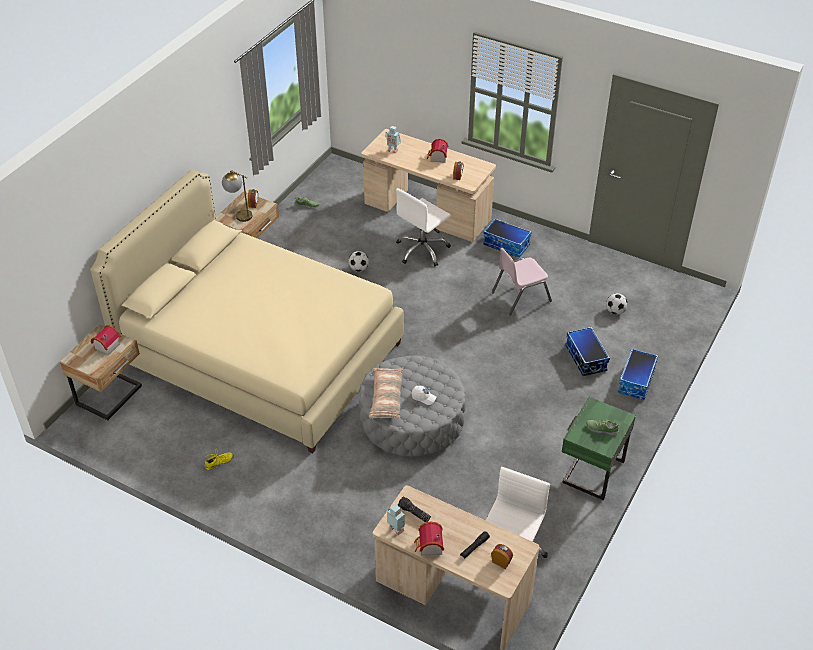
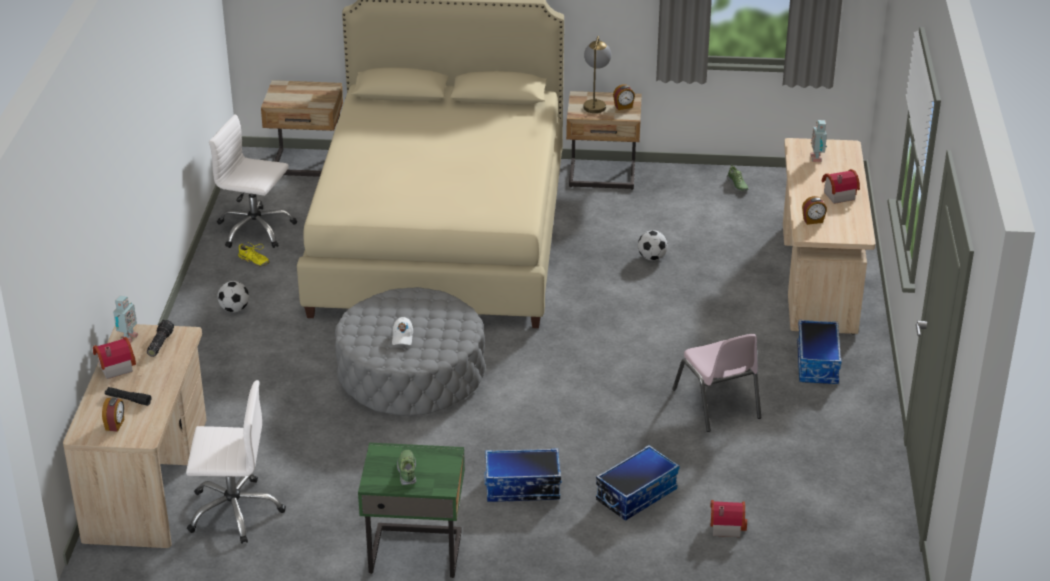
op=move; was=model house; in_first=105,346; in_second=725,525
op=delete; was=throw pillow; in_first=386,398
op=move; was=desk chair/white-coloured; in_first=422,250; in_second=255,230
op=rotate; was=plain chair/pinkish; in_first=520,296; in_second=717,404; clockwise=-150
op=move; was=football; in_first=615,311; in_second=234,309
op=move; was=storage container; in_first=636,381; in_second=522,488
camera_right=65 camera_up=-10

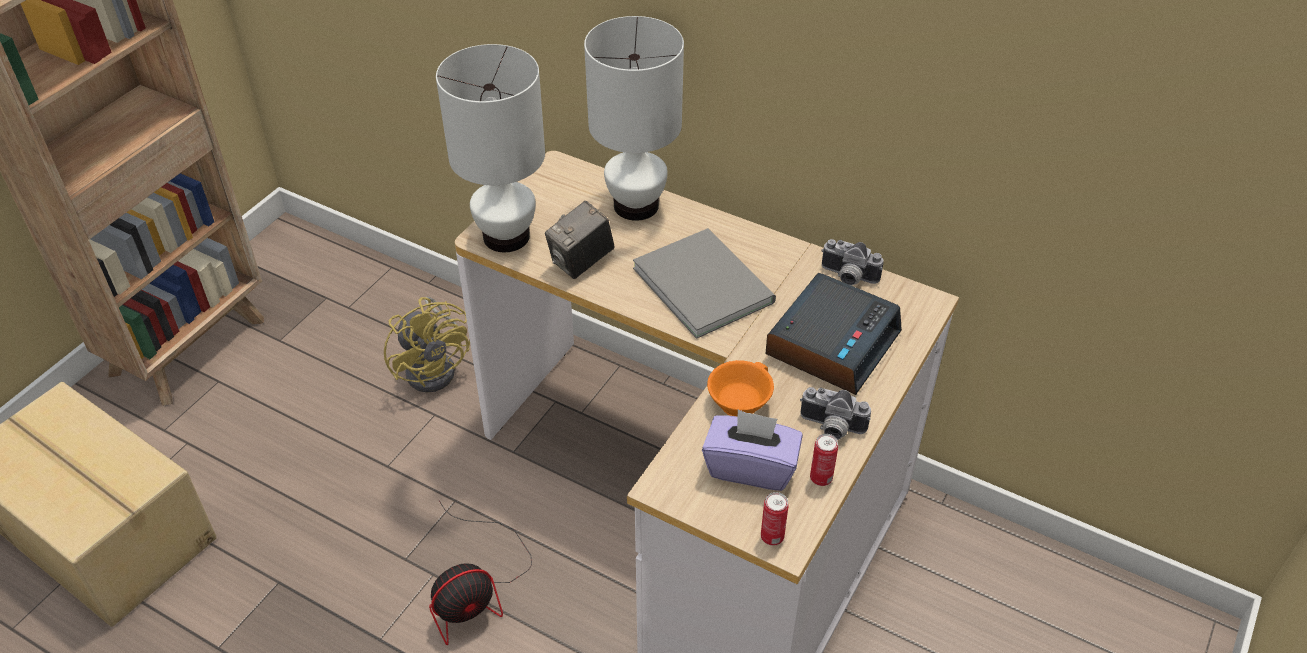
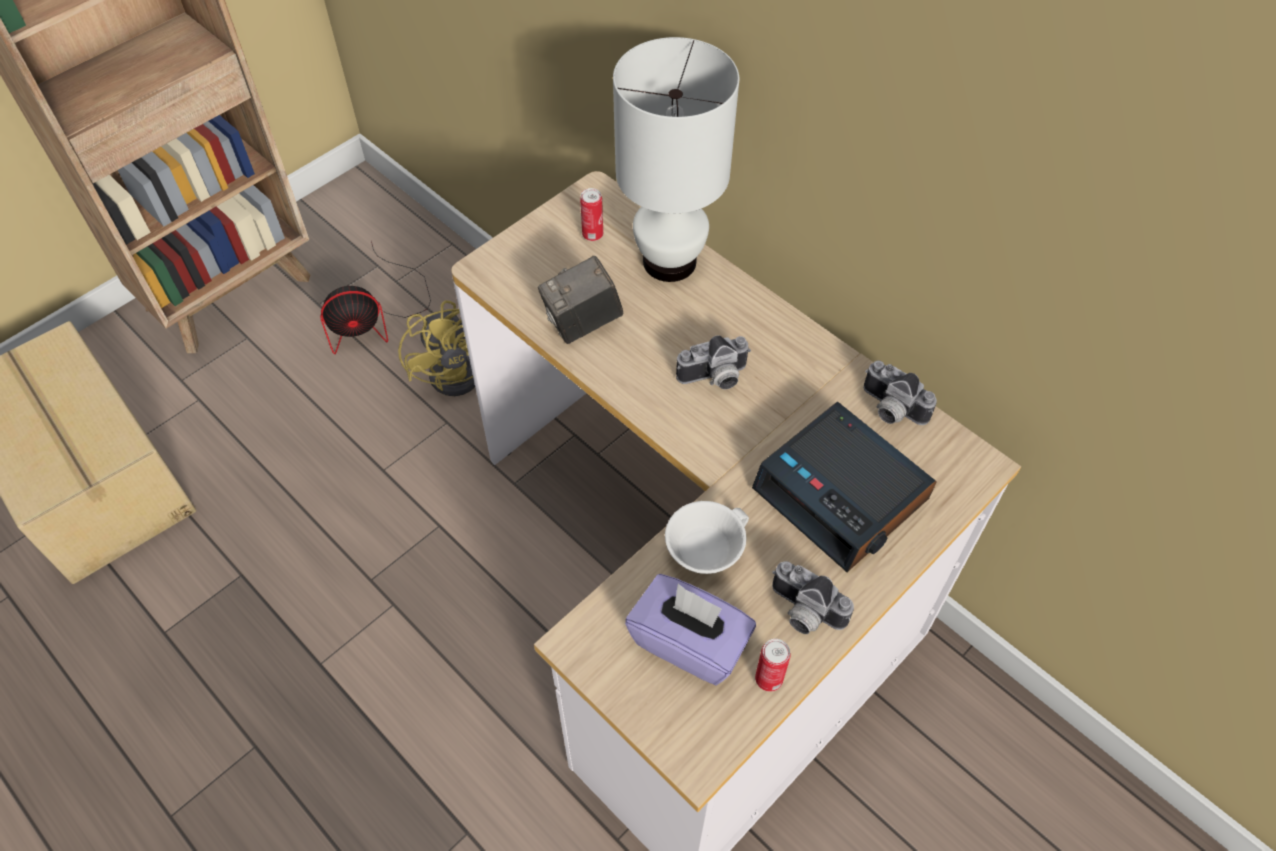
op=move; was=cooling fan; in_first=476,589; in_second=375,317
op=delete; was=lamp for a table/white-coloured; in_first=506,237
op=replace; was=volume/gray; now=photo camera; in_first=703,282; in_second=715,379
op=recolor; was=cup/orange; now=cup/white-coloured; in_first=738,400; in_second=704,548
op=move; was=metal can; in_first=772,537; in_second=592,235
op=rotate; was=table clock; in_first=832,342; in_second=842,495; clockwise=90
camera_right=15 camera_up=10

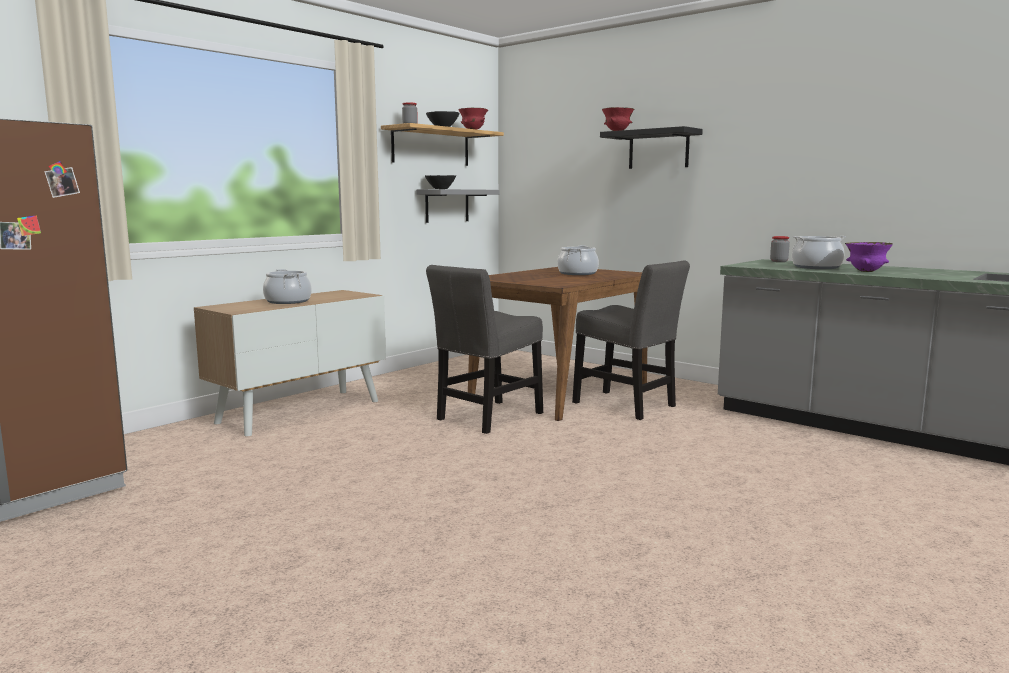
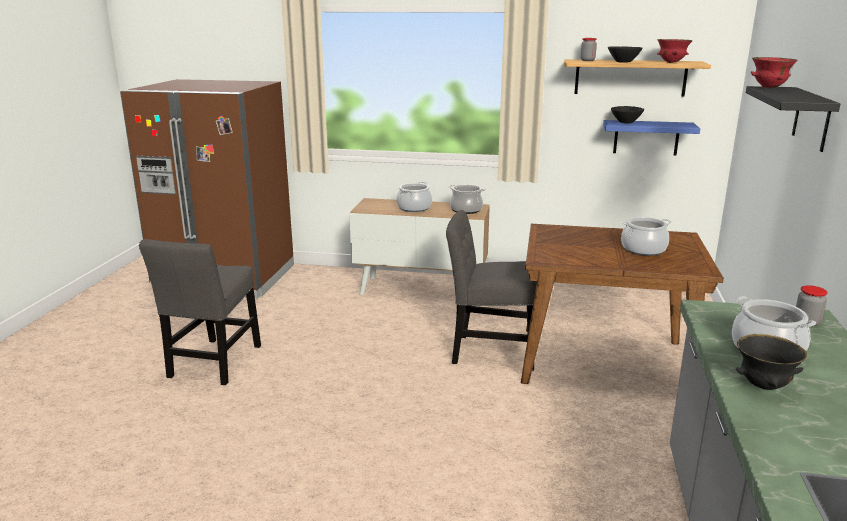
op=recolor; was=bracket shelf/gray; now=bracket shelf/blue; in_first=447,205; in_second=646,137
op=move; was=plain chair/gray; in_first=627,406; in_second=214,364
op=recolor; was=bowl/purplish; now=bowl/black-coloured; in_first=866,272; in_second=764,386
op=insert; now=saucepot; in_second=466,210
camera_right=60 camera_up=10

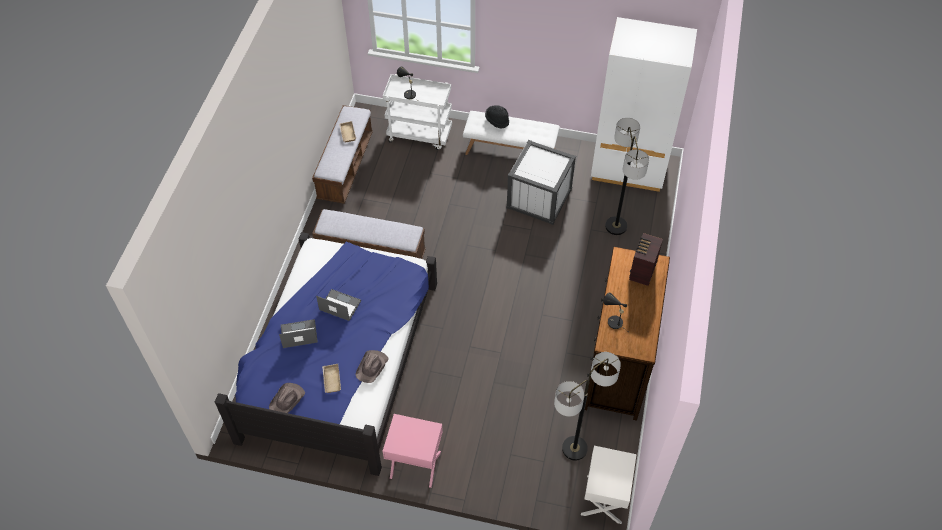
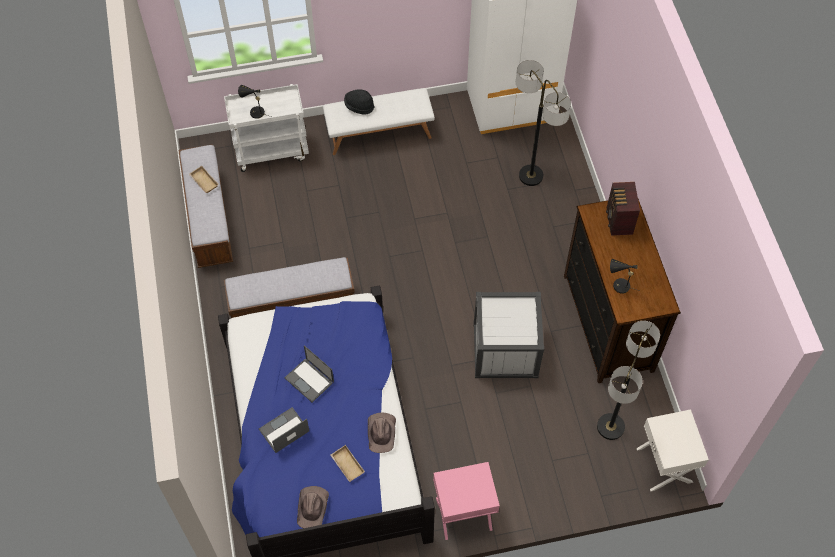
op=rotate; was=portable computer; in_first=339,305; in_second=310,380; clockwise=-135
op=move; was=storage container/white-coloured; in_first=539,198; in_second=505,349
camera_right=-25 camera_up=5

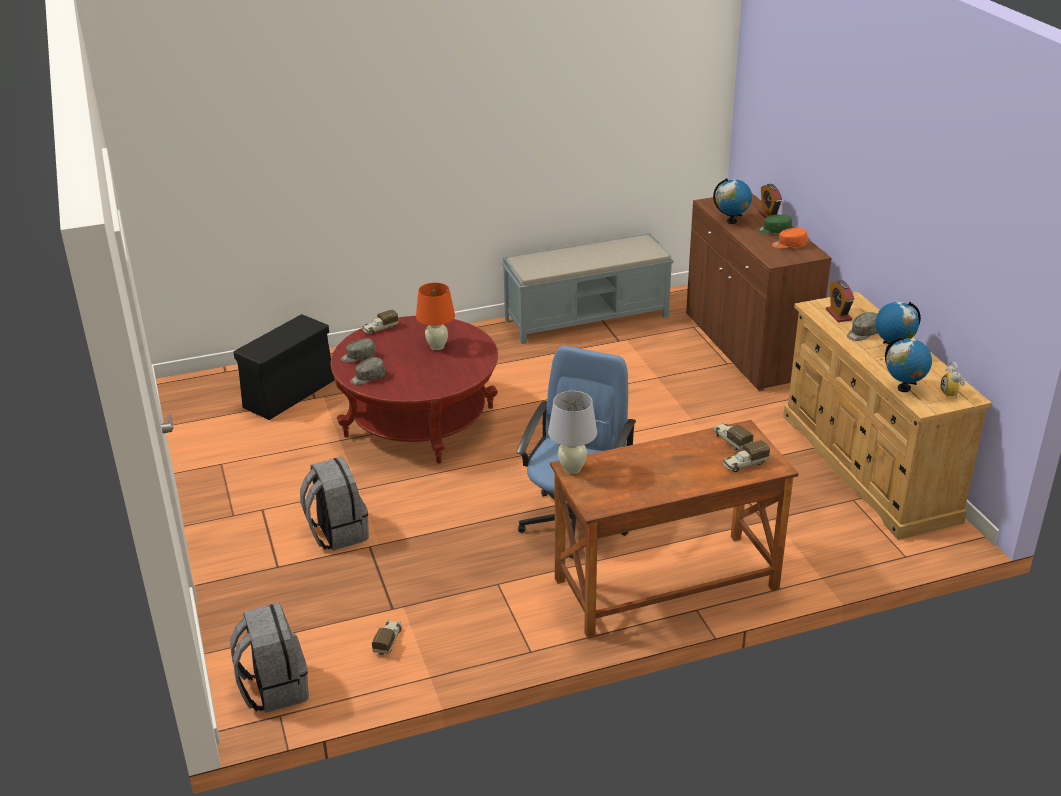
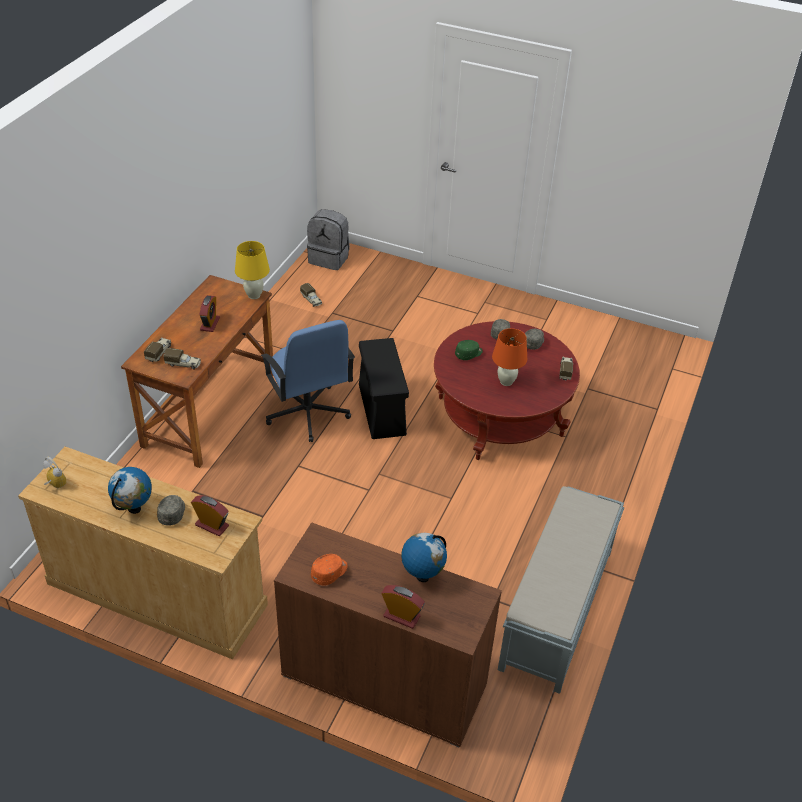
op=move; was=storage container/black-coloured; in_first=290,393; in_second=382,410
op=delete; was=backpack/gray; in_first=337,532
op=recolor; was=lamp for a table/white-coloured; now=lamp for a table/yellow; in_first=572,468; in_second=254,295
op=move; was=cap/greenish; in_first=774,231; in_second=469,354
op=delete; was=desk globe; in_first=903,388
op=insert; now=table clock; in_second=210,324
camera_right=130 camera_up=10

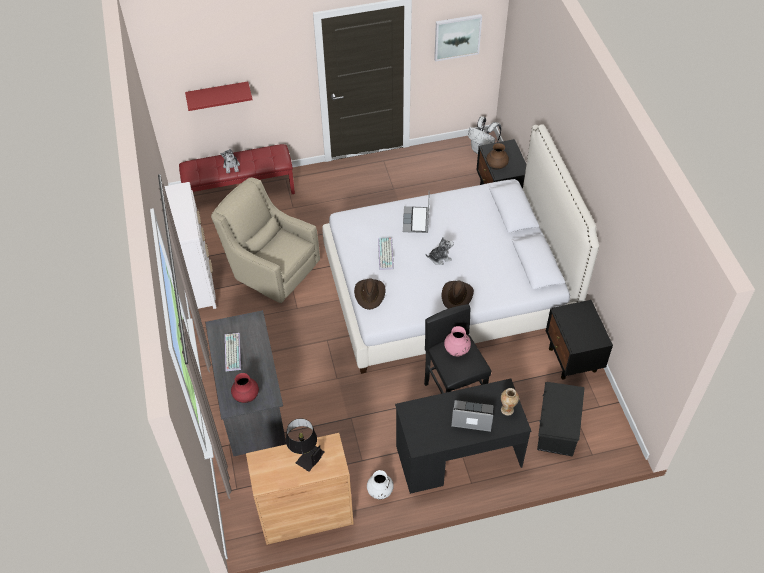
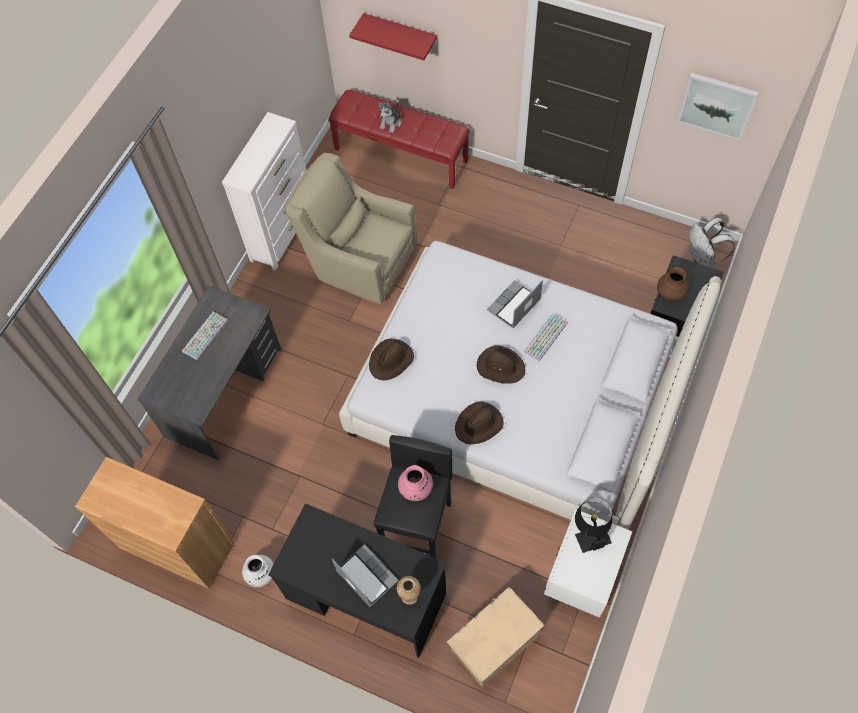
op=rotate; was=easy chair/beige; in_first=271,270; in_second=359,262; clockwise=-45
op=delete; was=flower vase/red-coloured; in_first=246,396
op=move; was=lamp for a table/black-coloured; in_first=305,454; in_second=590,532
op=move; was=computer keyboard; in_first=386,254; in_second=546,338
op=replace; was=plush toy; now=clothing hat/brown; in_first=439,258; in_second=500,367
op=recolor; was=storage container/black-coloured; now=storage container/beige; in_first=556,428; in_second=493,642
op=recolor; was=nightstand/black-coloured; now=nightstand/white-coloured; in_first=572,360; in_second=581,578
camera_right=40 camera_up=10

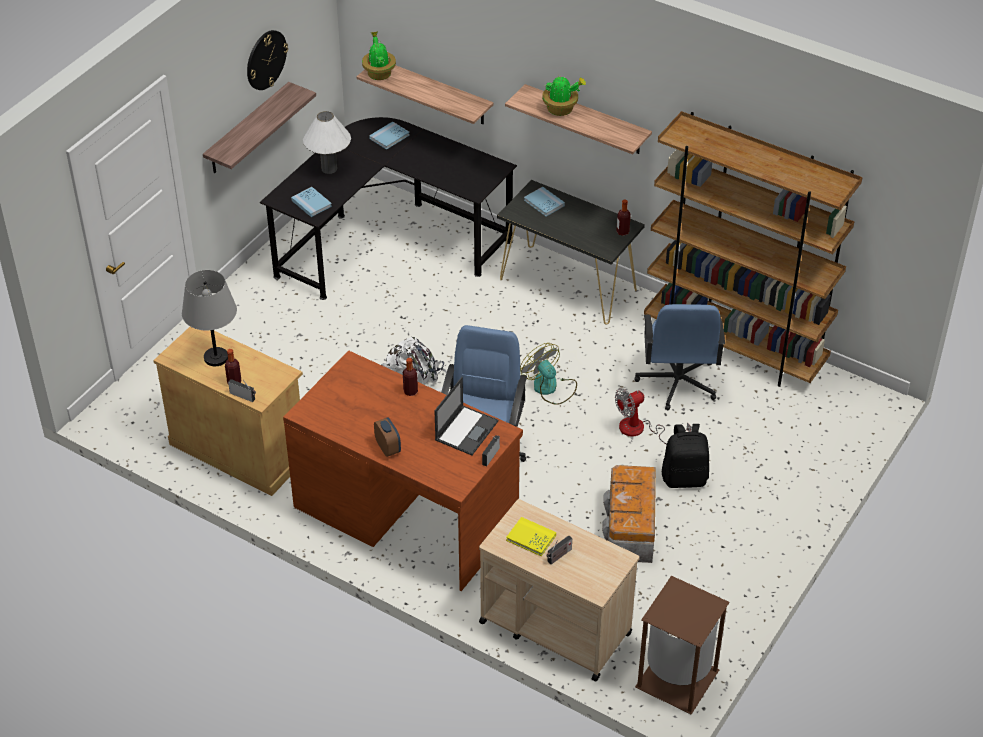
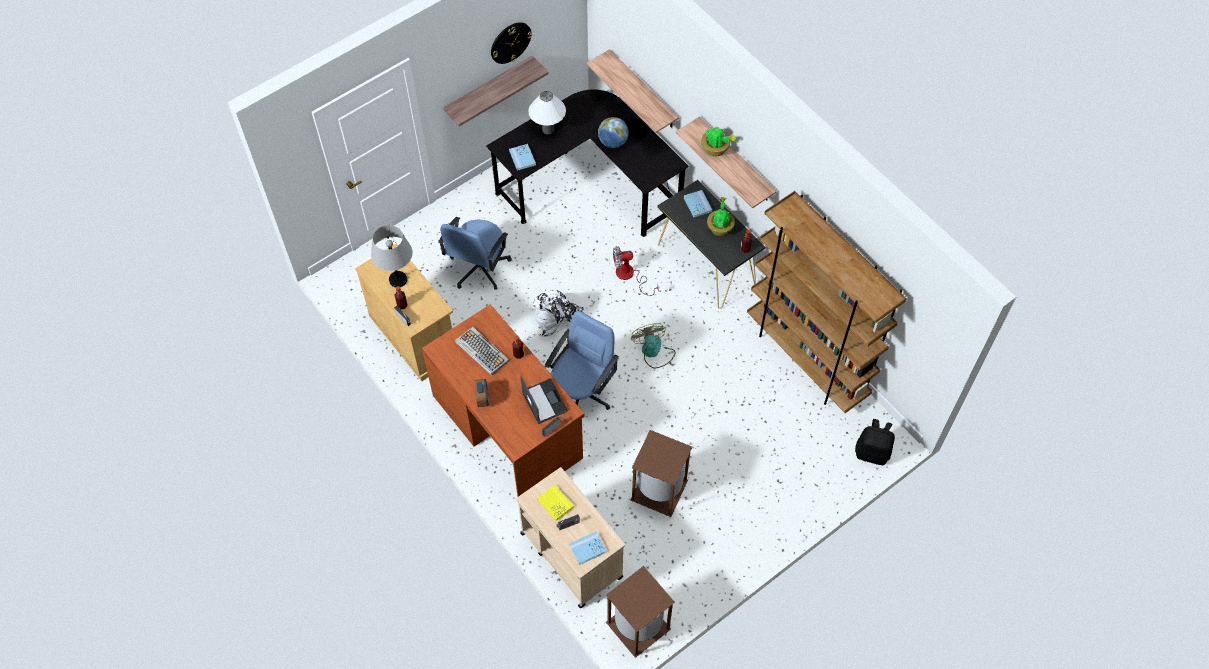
op=move; was=potted plant; in_first=379,73; in_second=720,227
op=move; was=volume/blue; in_first=389,137; in_second=587,548
op=rotate; was=portable computer; in_first=466,430; in_second=544,401; clockwise=-75
op=replace; was=storage container; now=trash can/brown; in_first=630,528; in_second=659,491
op=move; was=cooling fan; in_first=640,430; in_second=630,276
op=move; was=desk chair/blue; in_first=677,382; in_second=478,268
op=move; was=backpack/black-coloured; in_first=684,478; in_second=872,452
op=insert; now=computer keyboard; in_second=481,351
op=insert; now=desk globe; in_second=613,142
camera_right=20 camera_up=15

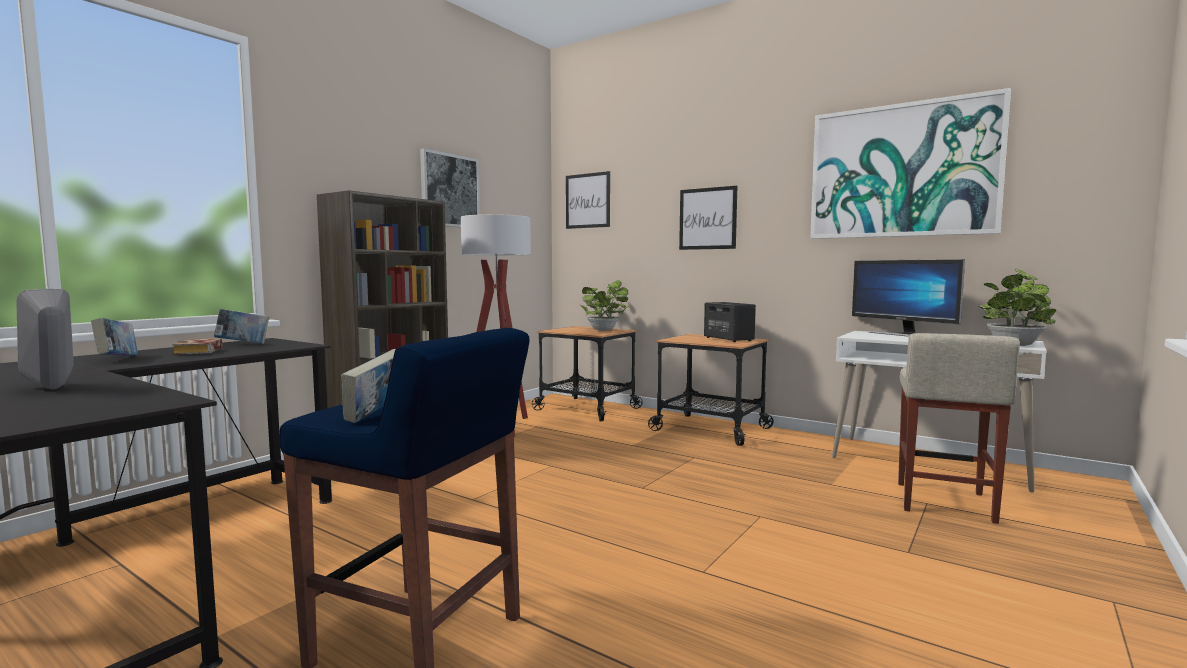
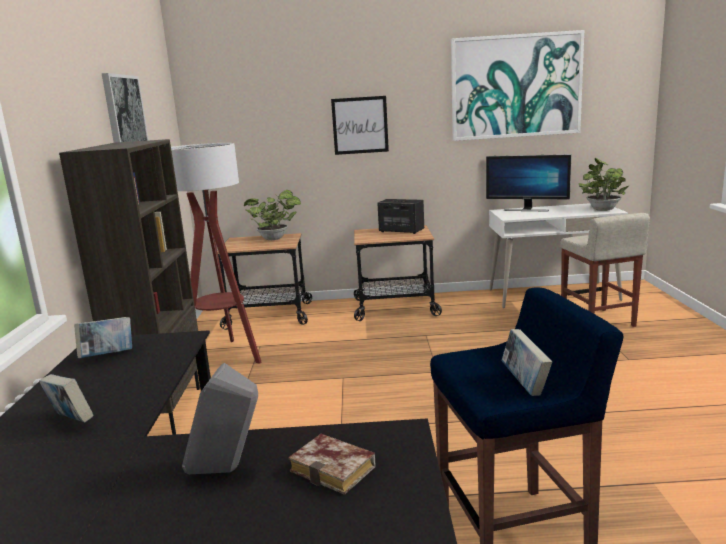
op=move; was=volume; in_first=200,352; in_second=336,469
op=delete; was=wall art; in_first=587,200
camera_right=-35 camera_up=10

